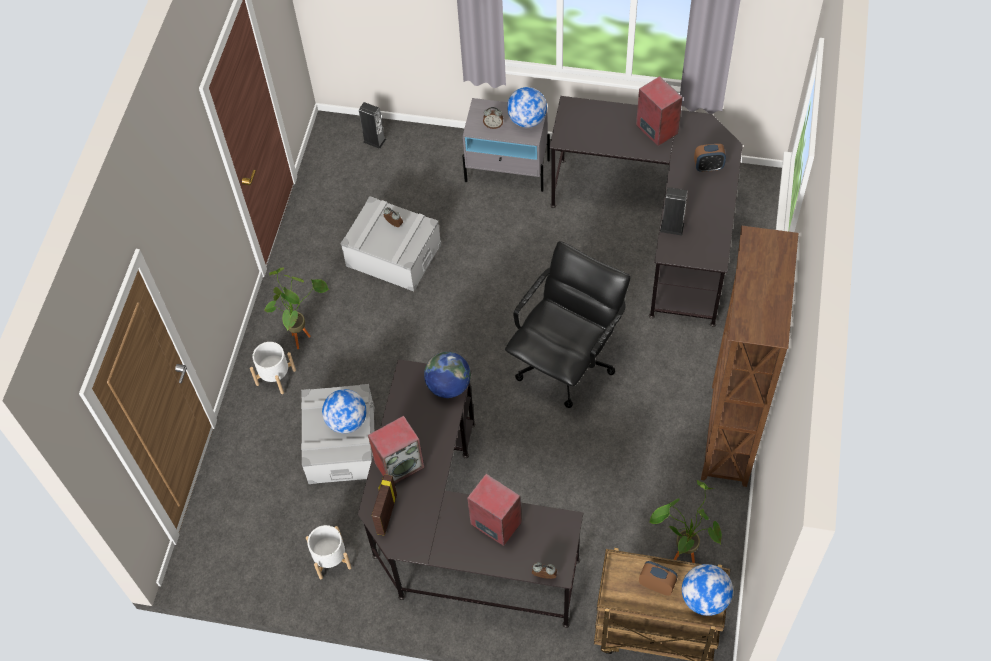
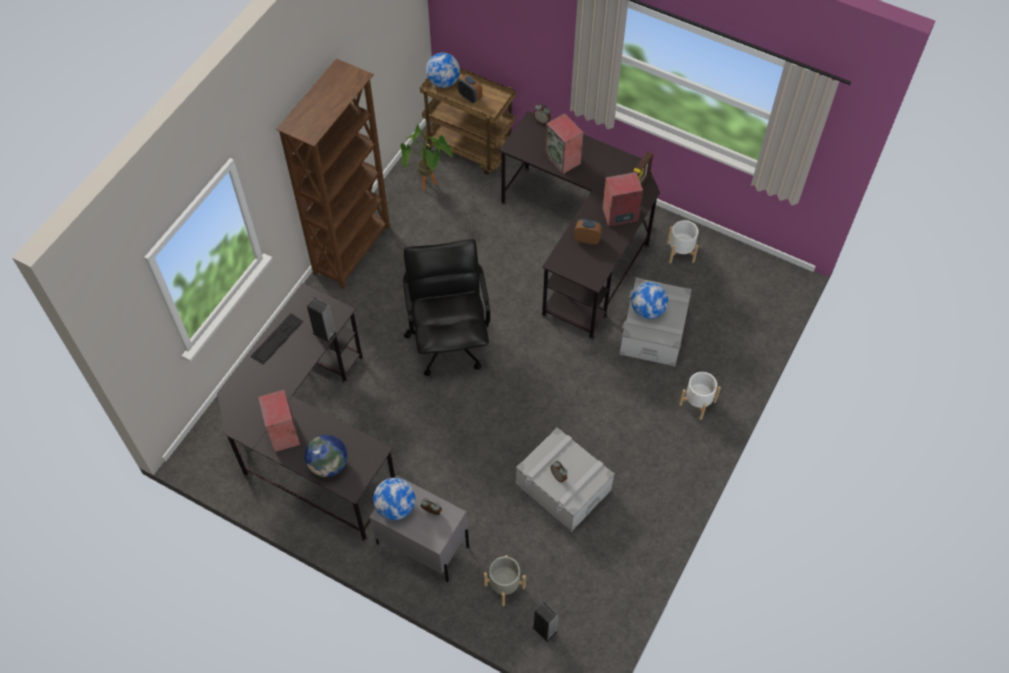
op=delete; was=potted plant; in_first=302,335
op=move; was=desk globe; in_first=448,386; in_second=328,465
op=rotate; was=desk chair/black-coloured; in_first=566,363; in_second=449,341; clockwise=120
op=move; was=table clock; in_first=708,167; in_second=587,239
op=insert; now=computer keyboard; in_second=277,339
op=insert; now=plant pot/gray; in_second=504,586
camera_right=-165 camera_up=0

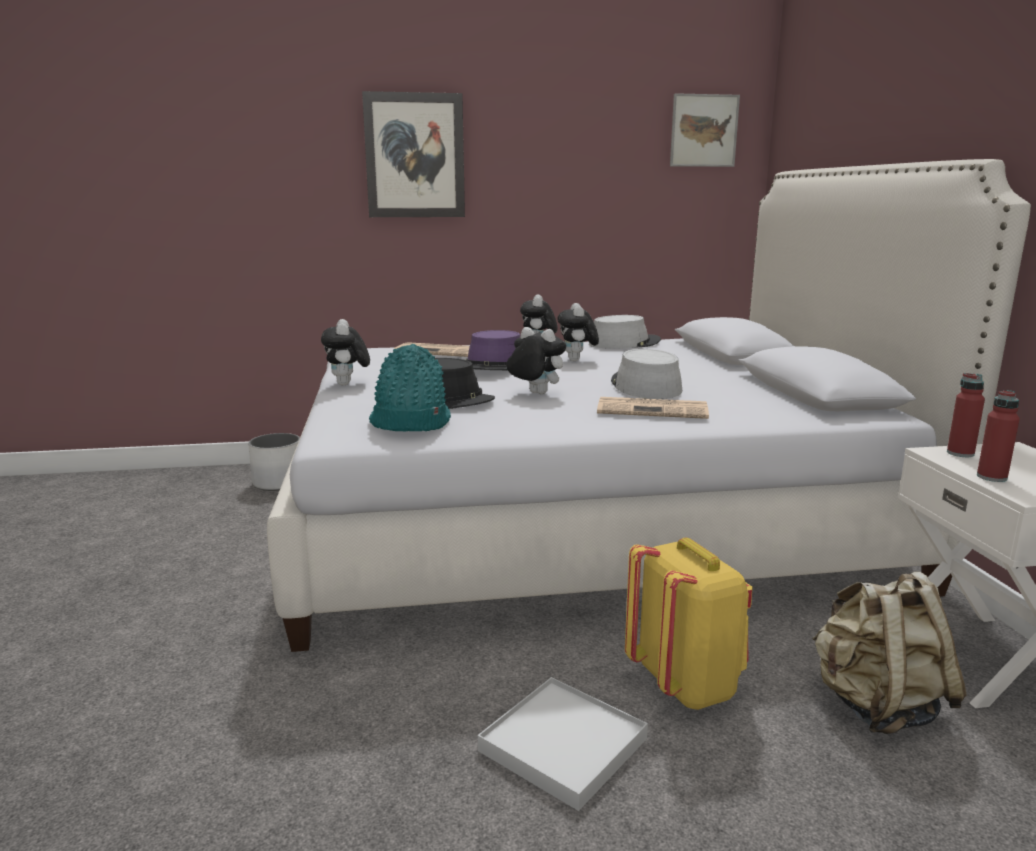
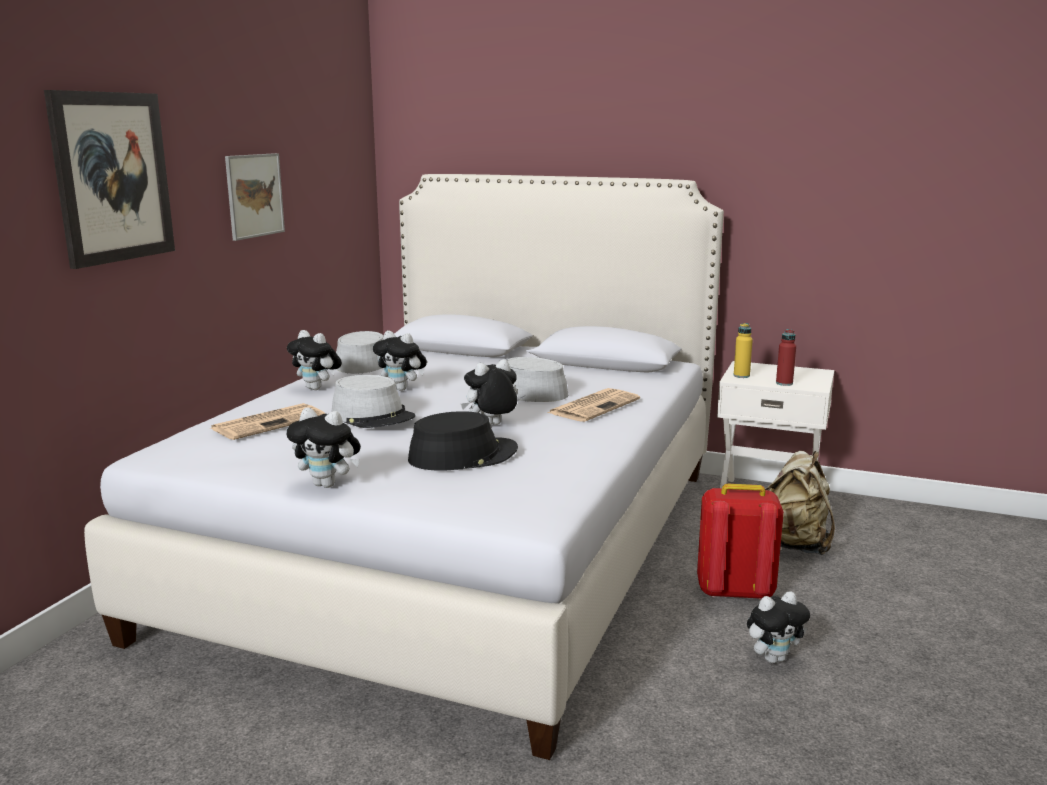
op=delete; was=plant pot/white-coloured; in_first=279,483
op=delete; was=clothing hat/turquoise; in_first=409,422
op=recolor; was=clothing hat/purplish; now=clothing hat/gray; in_first=494,365; in_second=373,416
op=replace; was=tray/white-coloured; now=plush toy; in_first=563,745; in_second=774,658
op=recolor; was=backpack/yellow; now=backpack/red-coloured; in_first=686,684; in_second=734,591
op=move; was=wall art; in_first=704,131; in_second=254,195
op=recolor; was=bottle/red-coloured; now=bottle/yellow; in_first=960,453; in_second=741,376
camera_right=-60 camera_up=0

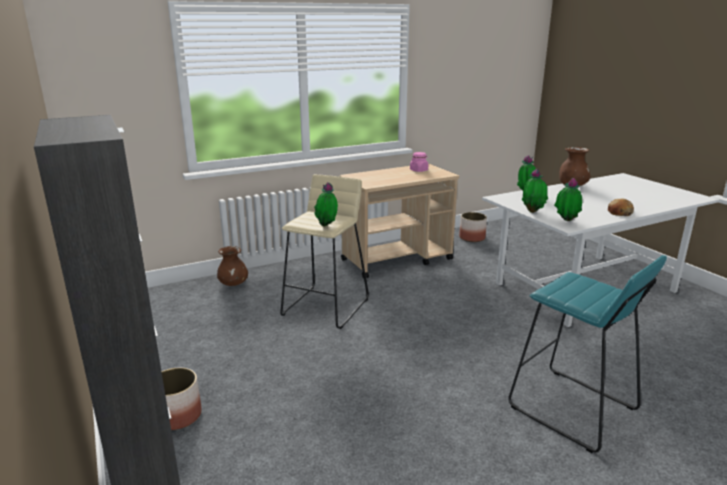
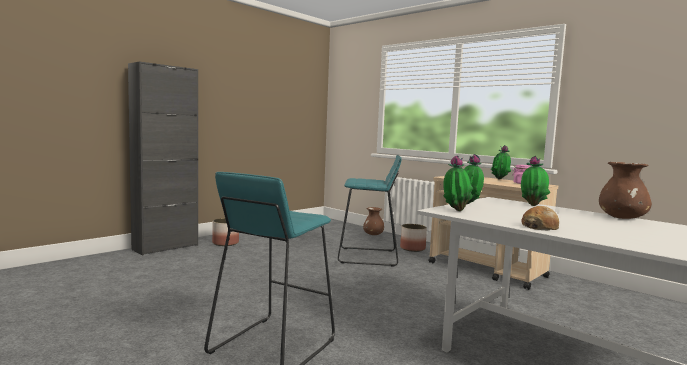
op=recolor; was=sitting stool/beige; now=sitting stool/turquoise; in_first=326,307; in_second=368,257
op=move; was=potted plant; in_first=327,226; in_second=500,179
op=move; was=plant pot; in_first=472,238; in_second=413,248
camera_right=70 camera_up=-15

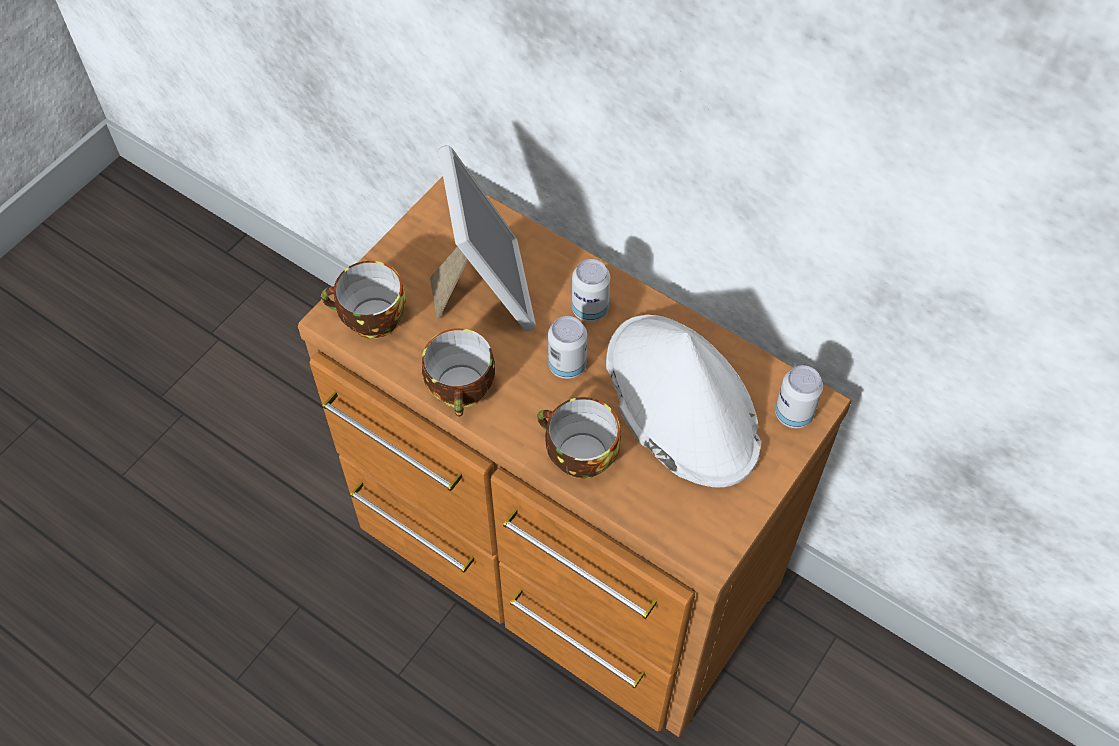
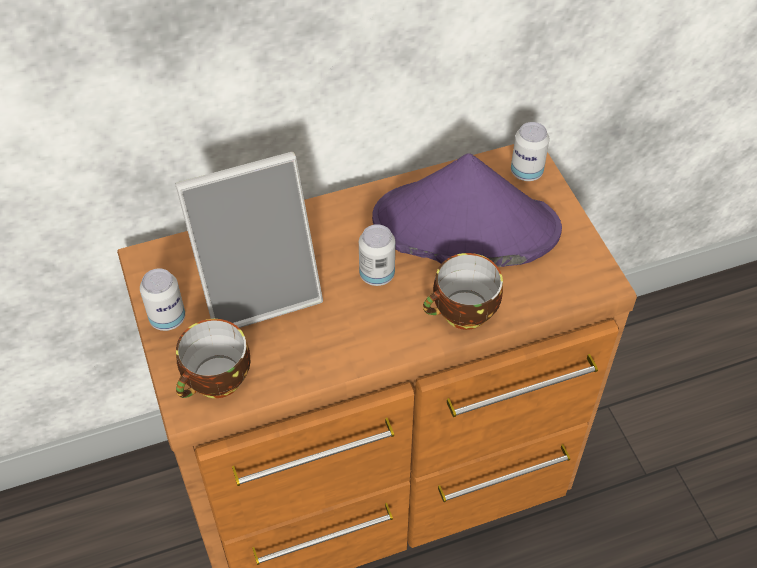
op=delete; was=cup; in_first=463,390
op=rotate; was=standing frame; in_first=483,290; in_second=259,288; clockwise=135
op=move; was=metal can; in_first=590,309; in_second=167,318
op=recolor; was=clothing hat/white-coloured; now=clothing hat/purplish; in_first=680,401; in_second=464,226
camera_right=-55 camera_up=-5

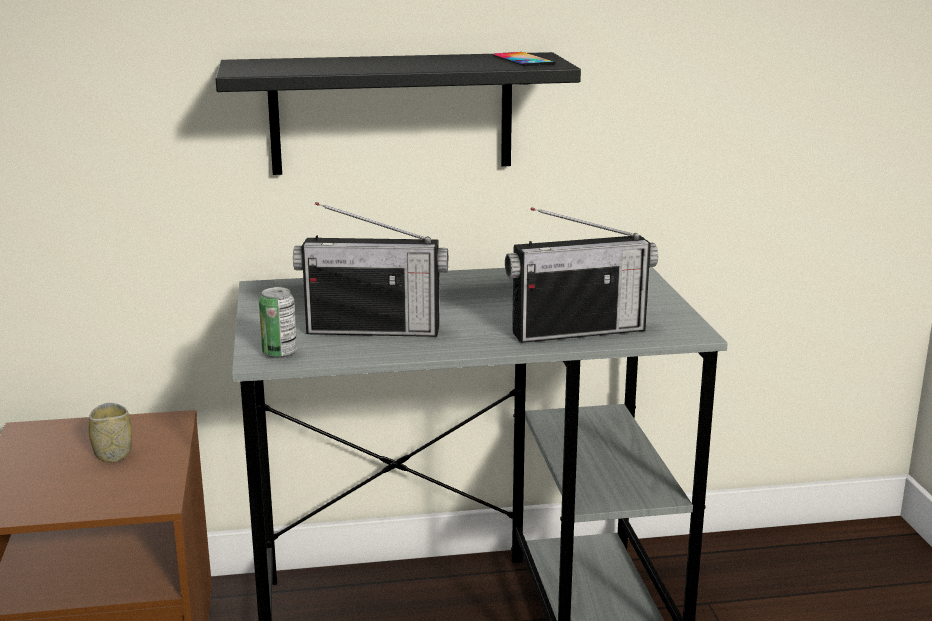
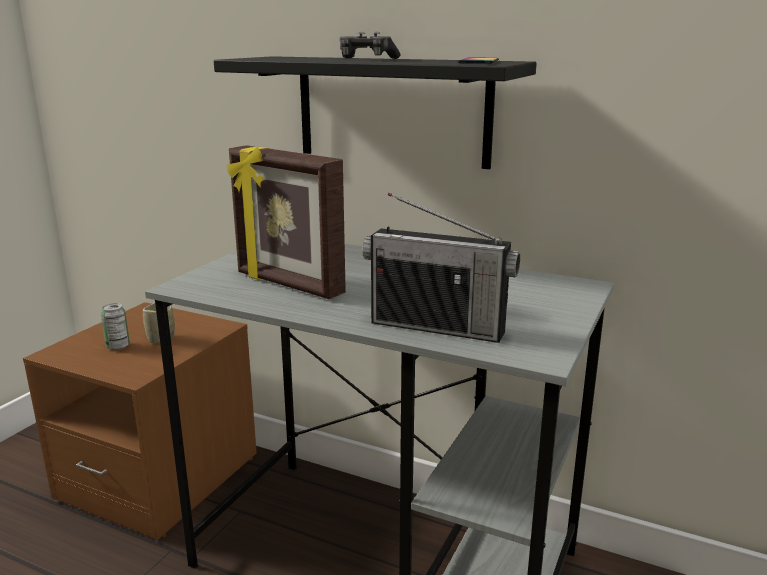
op=move; was=metal can; in_first=279,353; in_second=118,346
op=replace; was=radio set; now=standing frame; in_first=373,329; in_second=288,284
op=insert; now=joypad; in_second=366,59
camera_right=35 camera_up=0

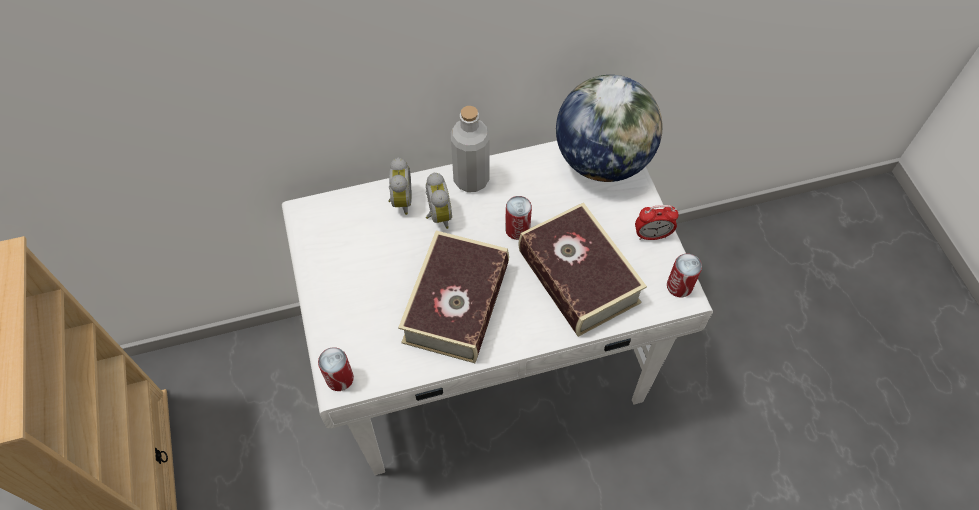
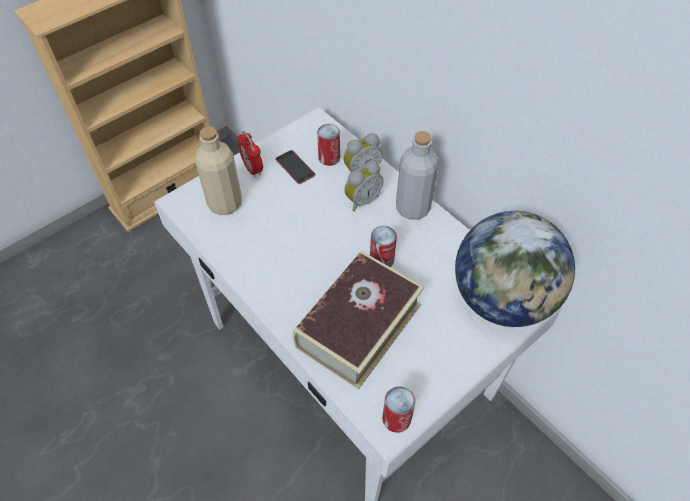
op=move; was=metal can; in_first=339,378; in_second=329,158
op=delete; was=volume; in_first=456,304
op=move; was=table clock; in_first=652,235; in_second=252,169
op=insert; now=bottle/beige; in_second=225,203
op=insert; now=phone; in_second=295,167
camera_right=65 camera_up=-5

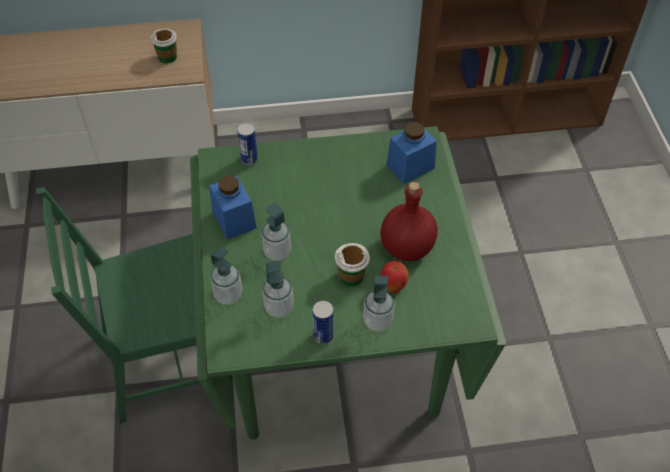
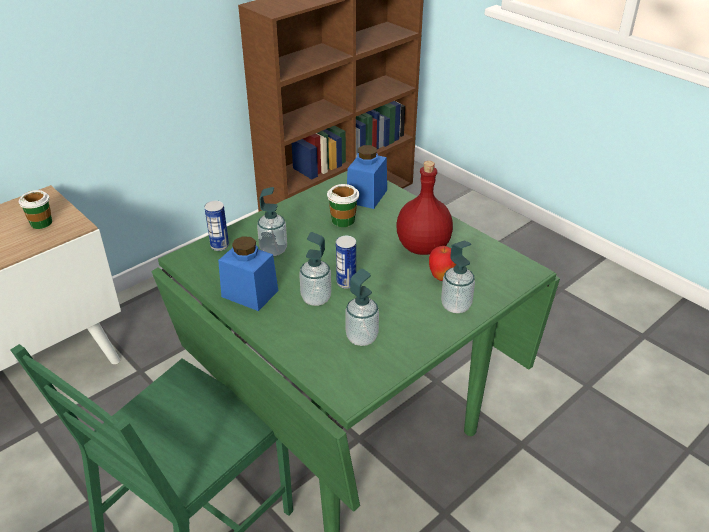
op=move; was=soap dispenser; in_first=228,295; in_second=273,250
op=move; was=metal can; in_first=323,336; in_second=346,282
op=move; was=cup; in_first=351,276; in_second=343,220
camera_right=-35 camera_up=-15

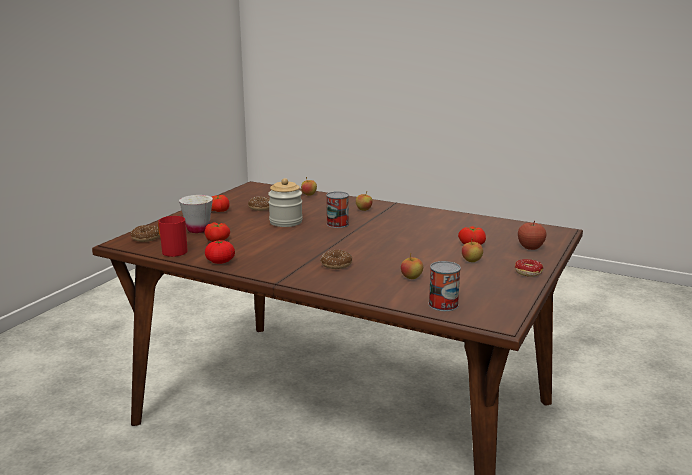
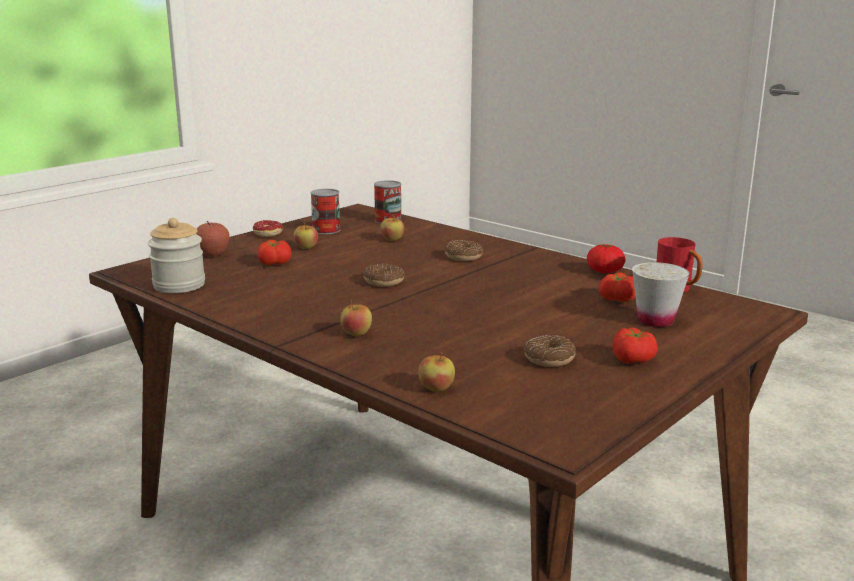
op=move; was=ring doughnut; in_first=146,238; in_second=384,281
op=move; was=storage jar; in_first=286,222; in_second=179,285
op=move; was=metal can; in_first=337,224; in_second=326,230
camera_right=-165 camera_up=0

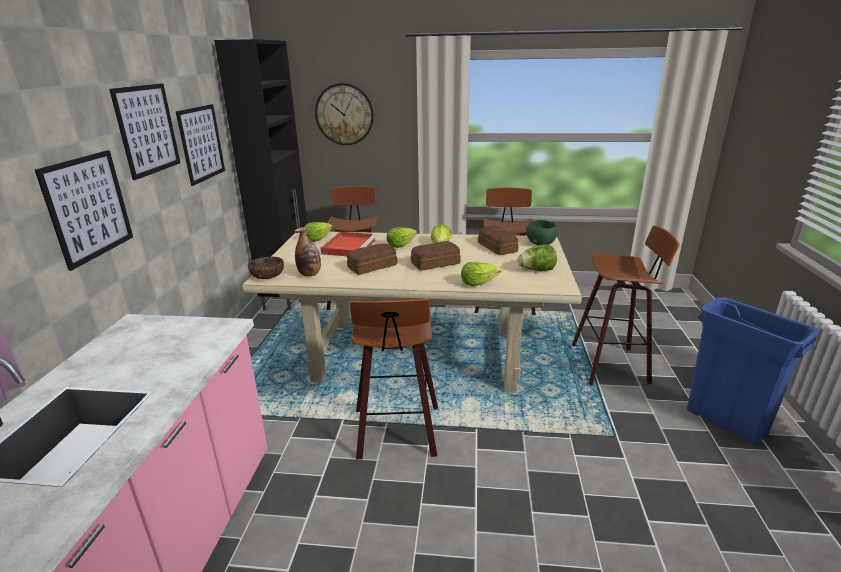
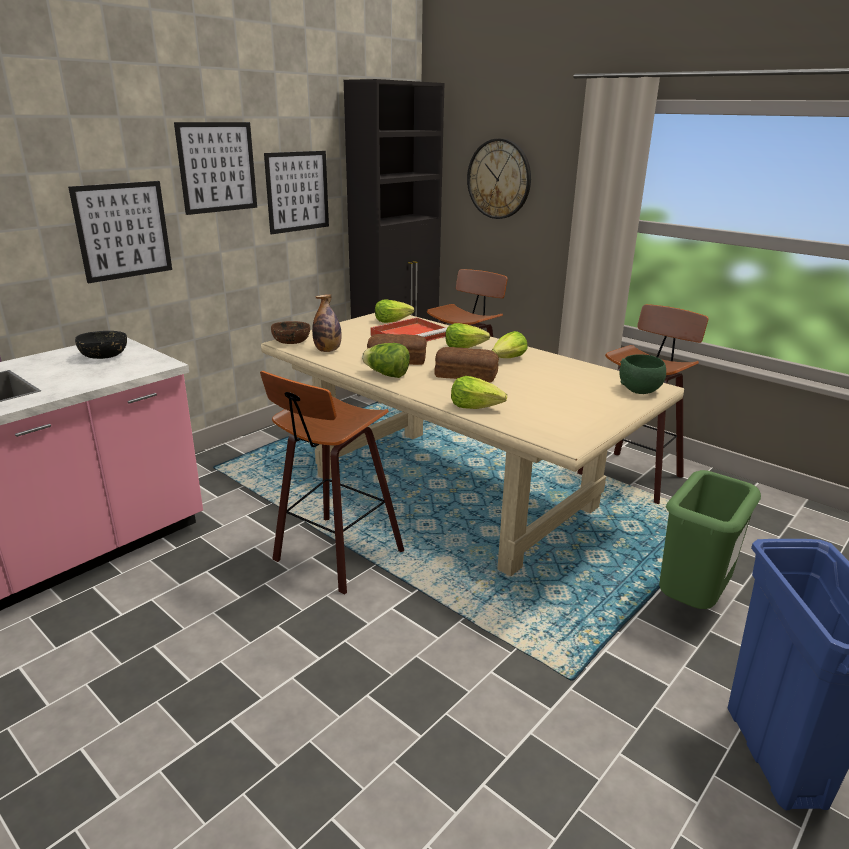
op=delete; was=bakery bread; in_first=497,247
op=move; was=head of lettuce; in_first=536,270; in_second=386,375
op=replace; was=sitting stool; now=trash can/greenish; in_first=612,364; in_second=691,603
op=insert; now=bowl/black-coloured; in_second=105,356
camera_right=35 camera_up=0

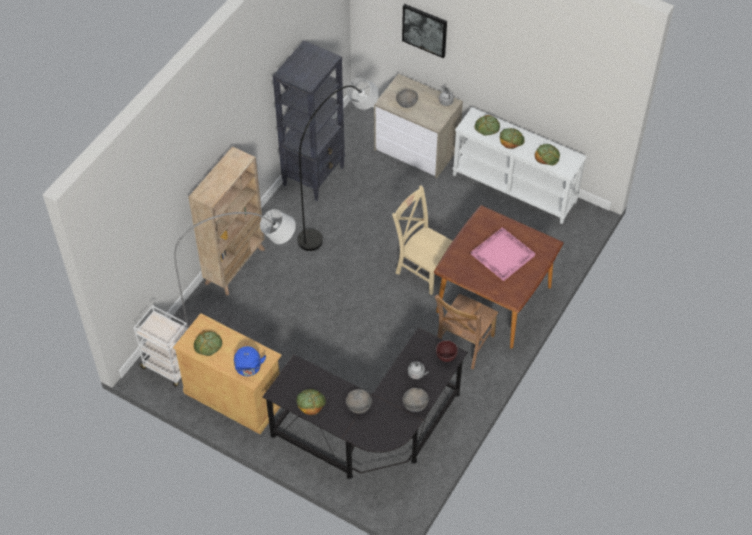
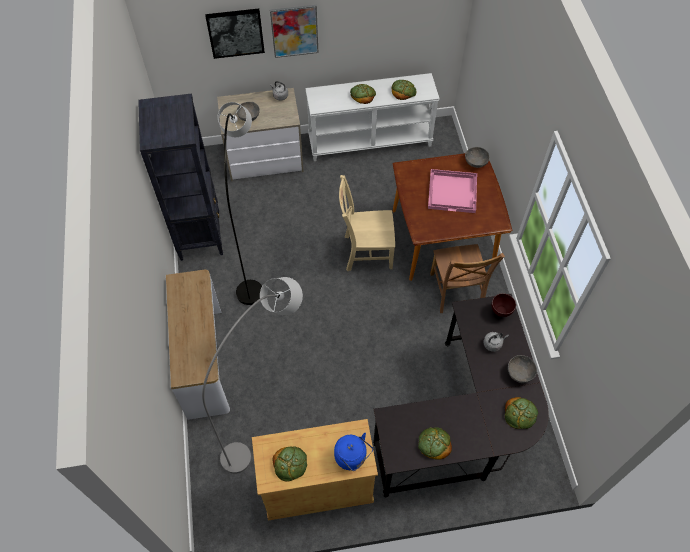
op=delete; was=wheeled cart/white-coloured; in_first=169,367
op=replace; was=bookcase/beige; now=narrow table; in_first=235,266; in_second=204,362
op=move; was=bowl/gray; in_first=358,405; in_second=475,162
op=move; was=bakery bread; in_first=487,127; in_second=520,414
op=insert; now=wall art; in_second=294,31
camera_right=-40 camera_up=5

